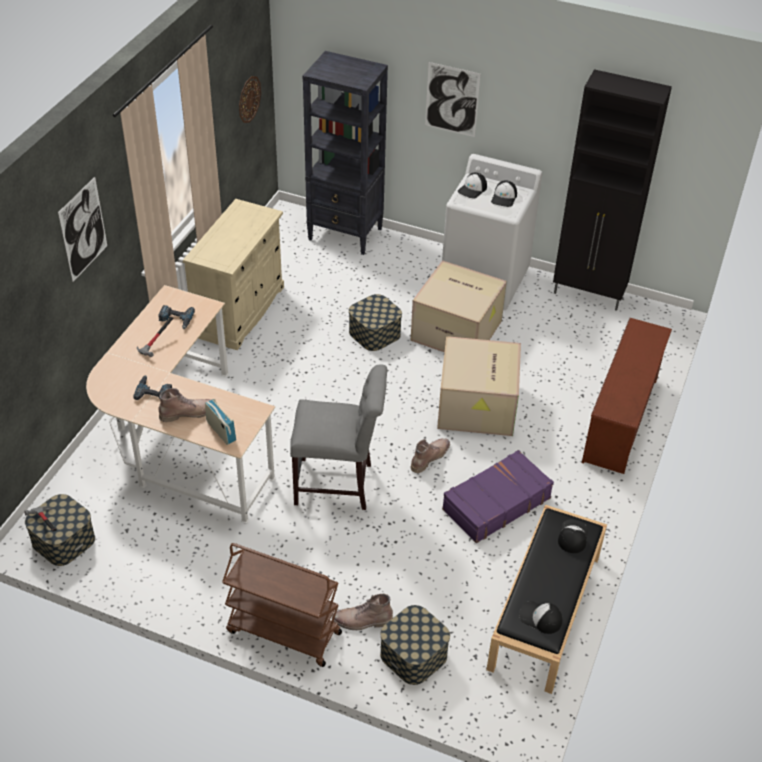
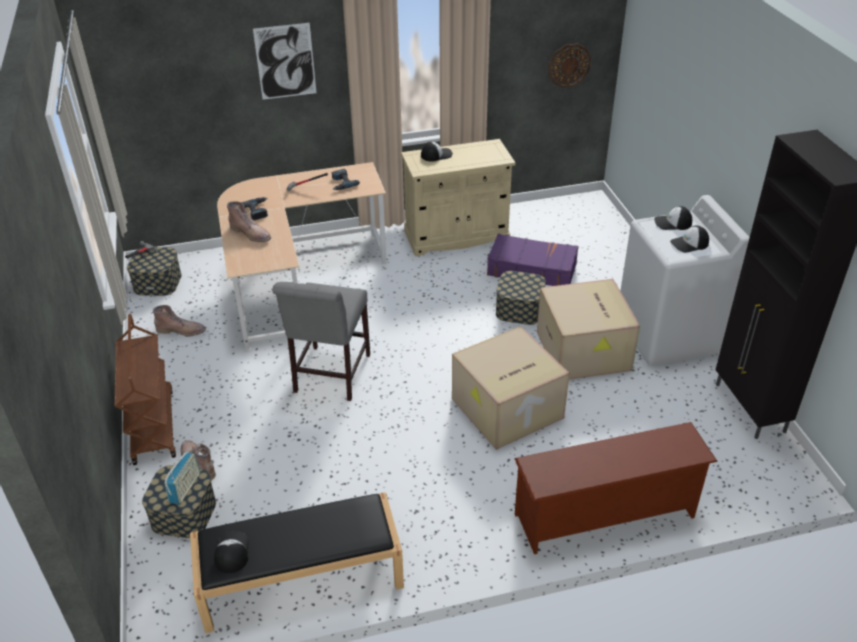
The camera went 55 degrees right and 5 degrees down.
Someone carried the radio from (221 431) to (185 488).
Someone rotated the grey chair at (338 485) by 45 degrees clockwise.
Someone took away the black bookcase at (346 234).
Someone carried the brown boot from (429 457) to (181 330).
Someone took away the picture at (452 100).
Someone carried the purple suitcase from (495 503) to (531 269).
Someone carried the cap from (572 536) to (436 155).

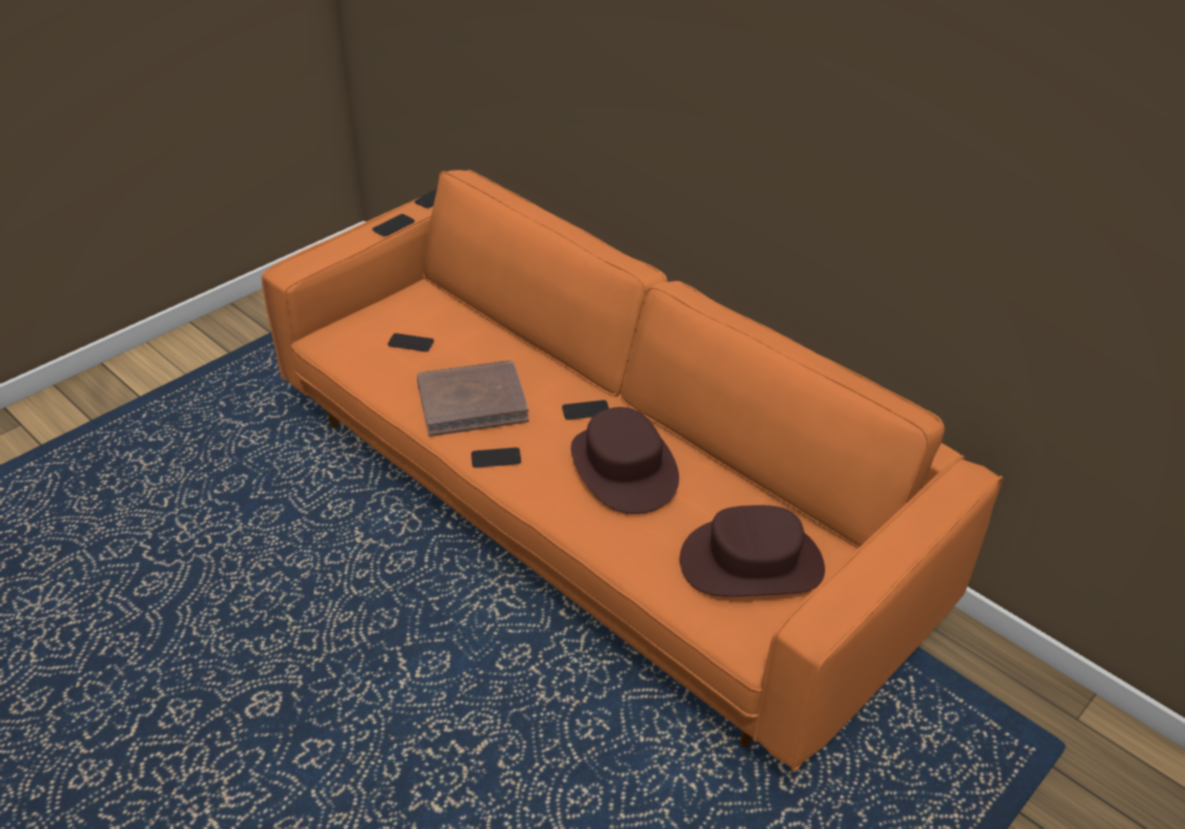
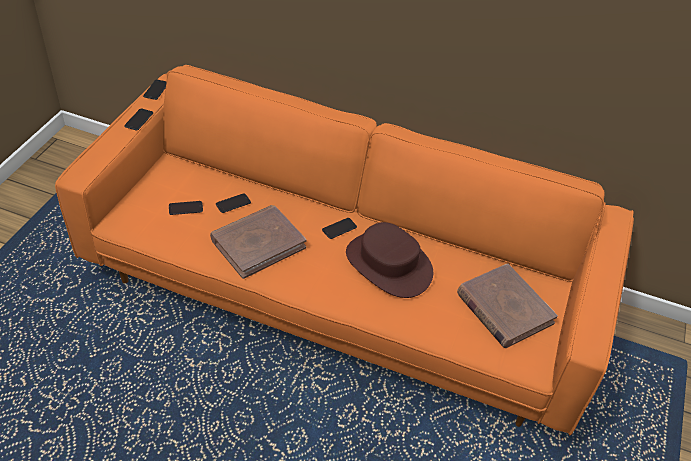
The camera went 25 degrees left and 5 degrees up.
Someone carried the phone from (496 458) to (233 203).
Someone swapped the brown hat at (751 563) for the brown book at (504 308).

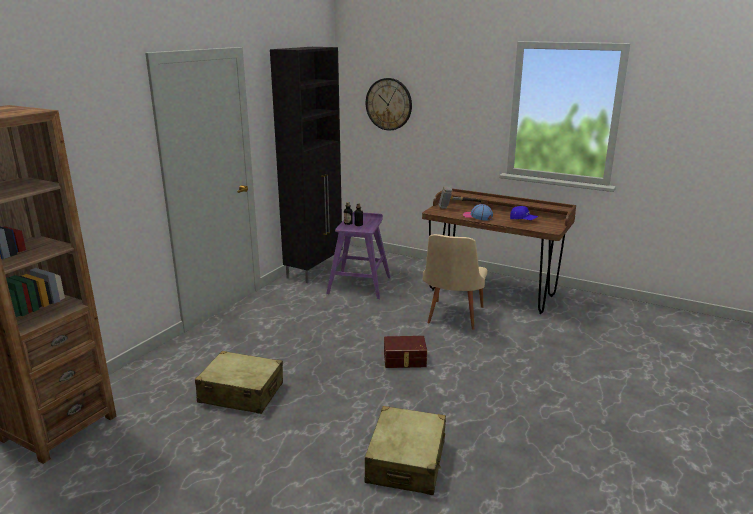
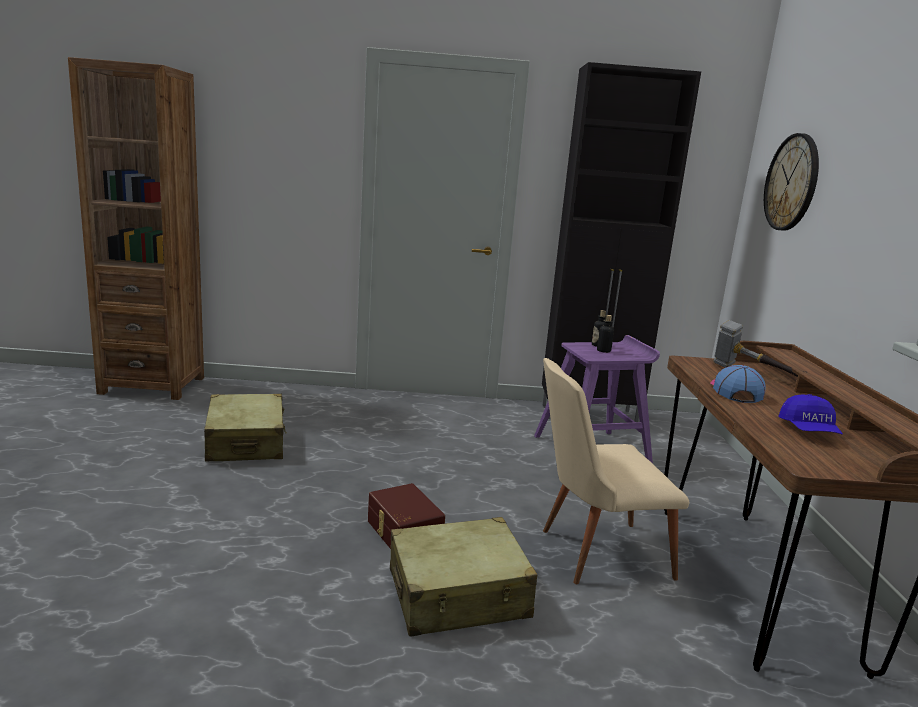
The camera went 60 degrees right and 5 degrees down.
Someone carried the beige suitcase from (406 461) to (458 594).

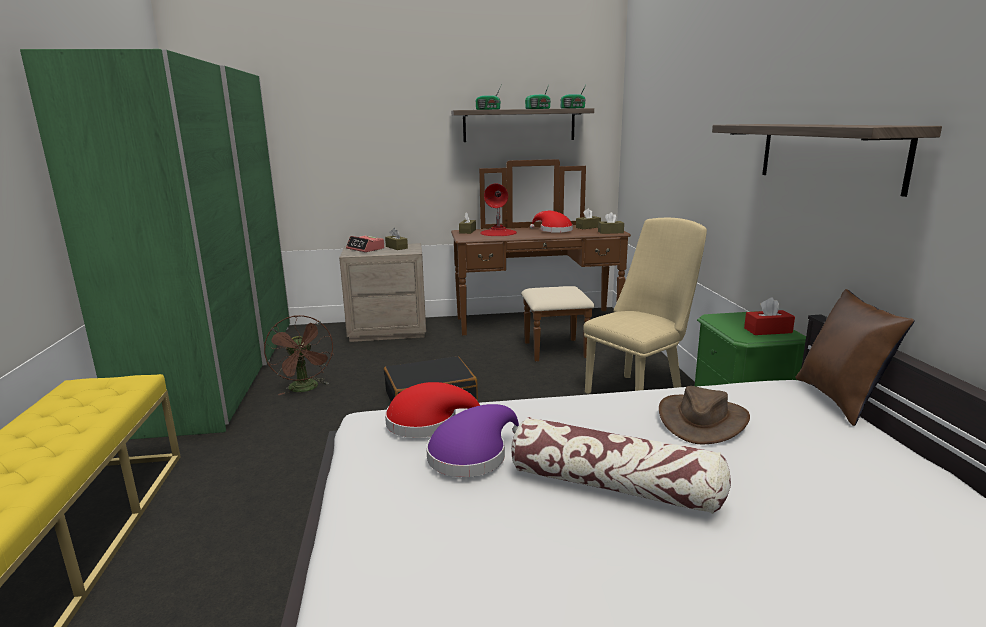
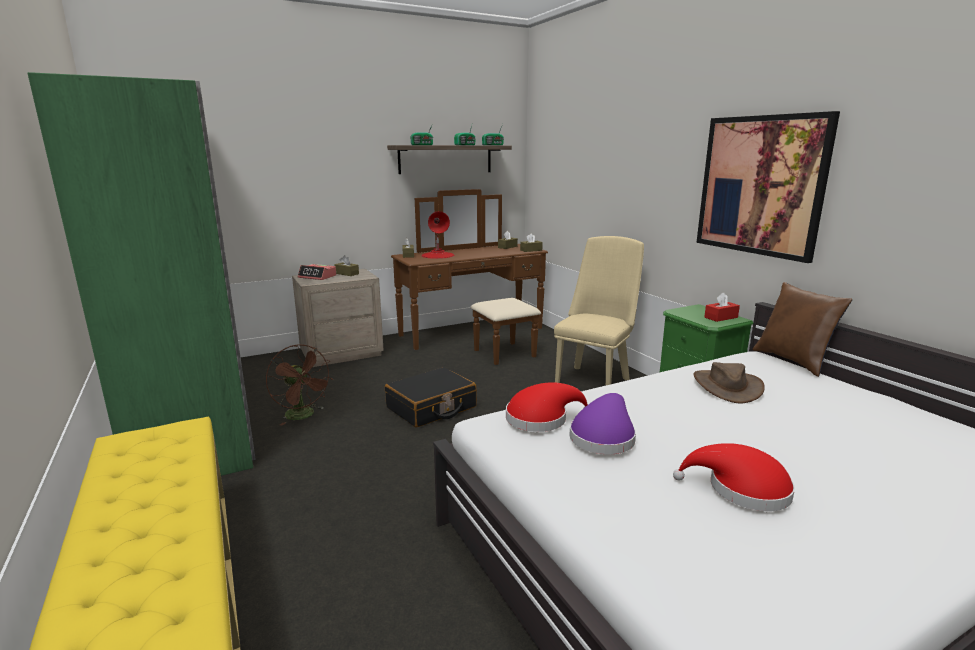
The camera went 20 degrees left and 0 degrees up.
Someone took away the pillow at (614 486).
Someone carried the red hat from (553 230) to (741 489).
Someone swapped the shelf at (827 154) for the picture at (760 185).

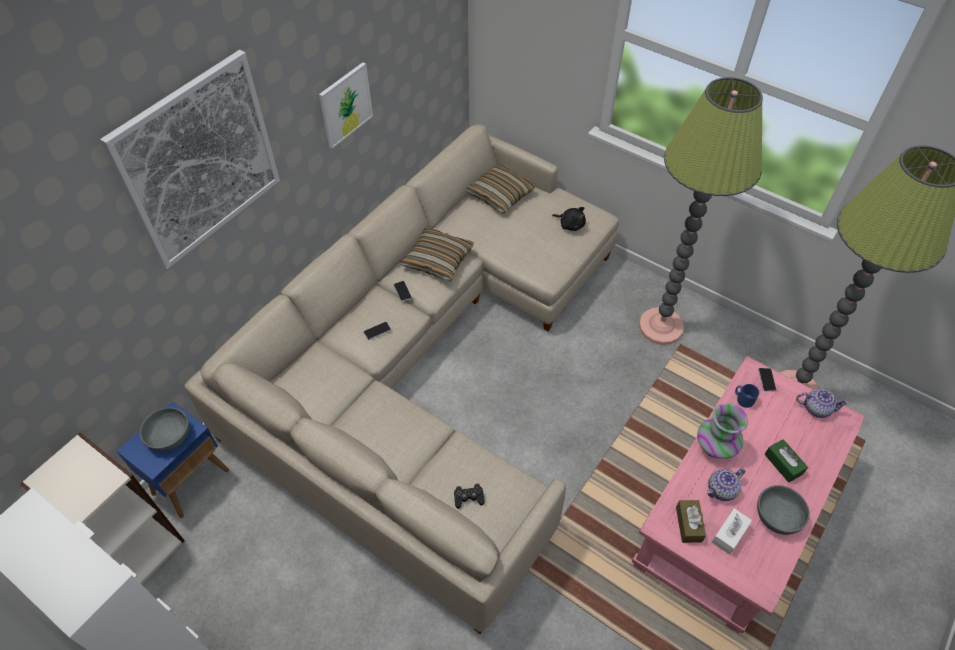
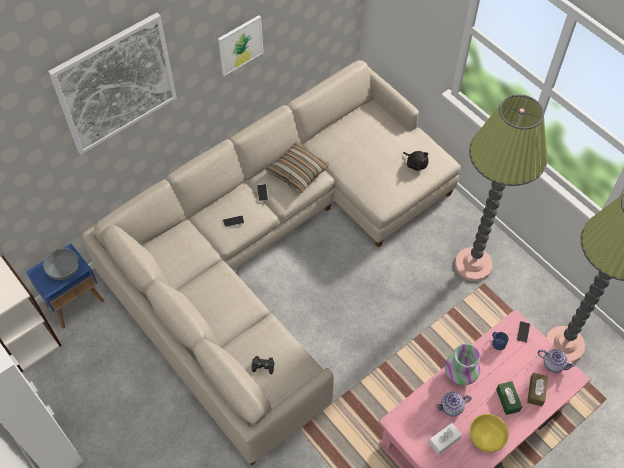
The camera went 15 degrees right and 5 degrees up.
Someone took away the pillow at (500 194).
Someone carried the brown tissue box from (688 524) to (536 391).
Someone repainted the grey bowl at (777 516), which became the yellow bowl at (486 437).

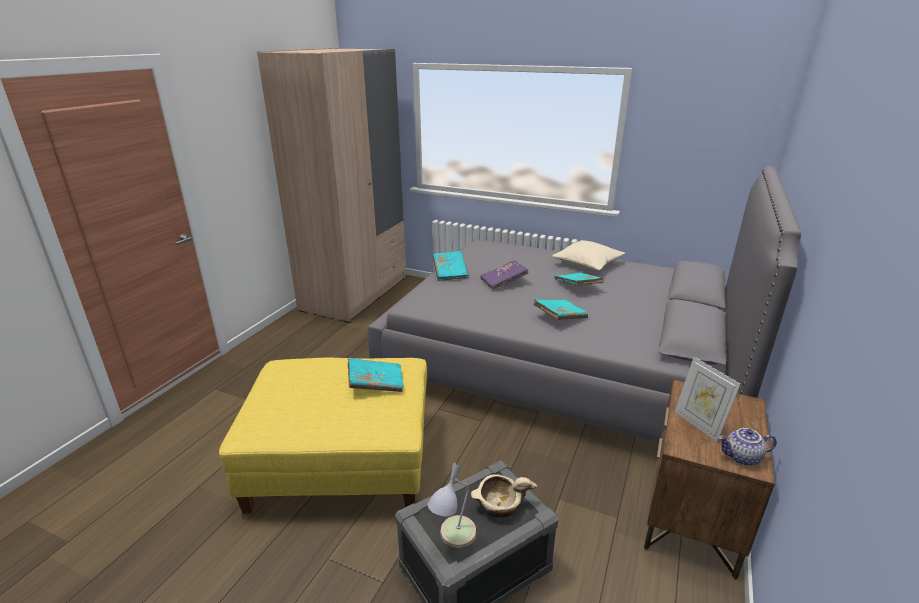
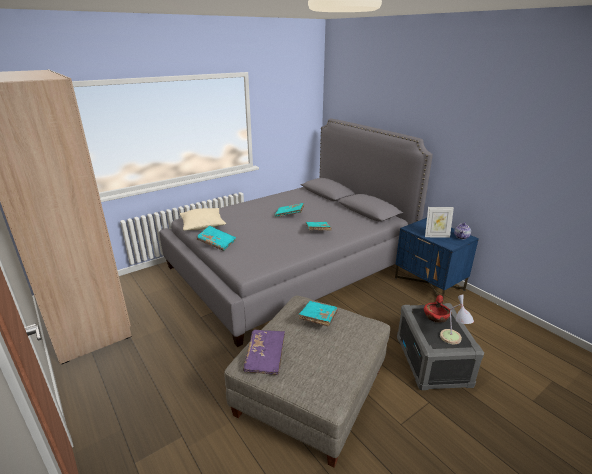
The camera went 60 degrees left and 0 degrees up.
Someone repainted the yellow ottoman at (343 459), which became the grey ottoman at (311 391).
Someone repainted the beige bowl at (499 505), which became the red bowl at (436 317).
Someone carried the purple book from (503 281) to (265 358).
Someone carried the beige pillow from (587 264) to (203 225).
Someone repainted the brown nightstand at (691 518), which became the blue nightstand at (429 284).

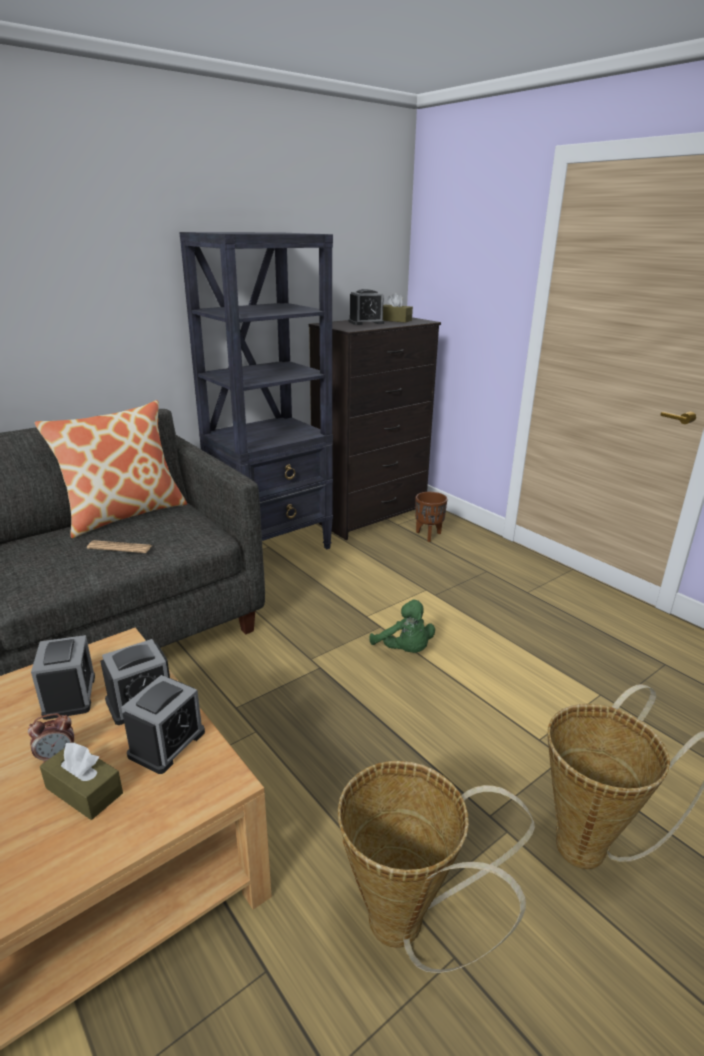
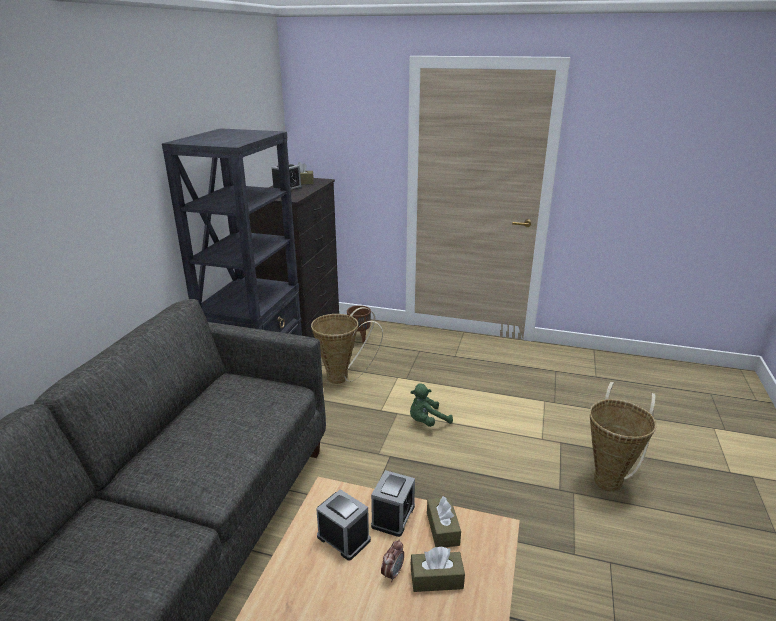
The camera went 35 degrees left and 0 degrees up.
Someone took away the pillow at (124 514).
Someone took away the newspaper at (120 547).
Someone swapped the alarm clock at (167 743) for the brown tissue box at (442 529).
Someone carried the basket from (409 928) to (343 378).
Someone rotated the green plush toy at (405 650) by 135 degrees clockwise.

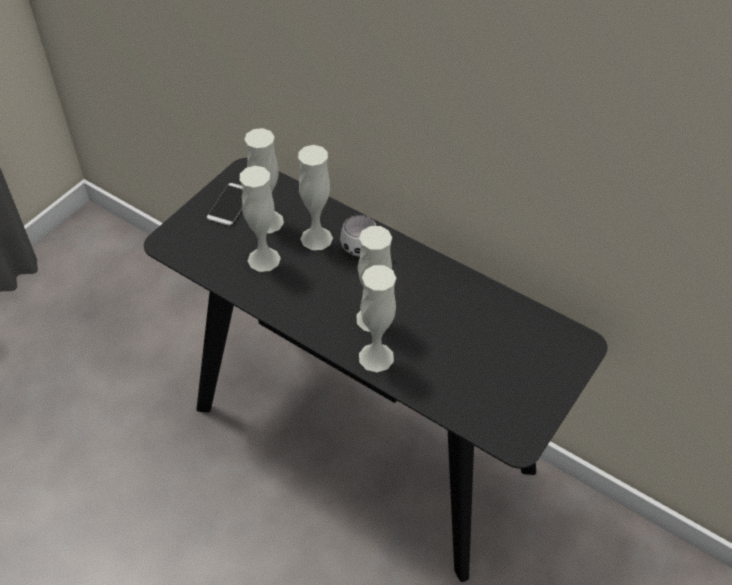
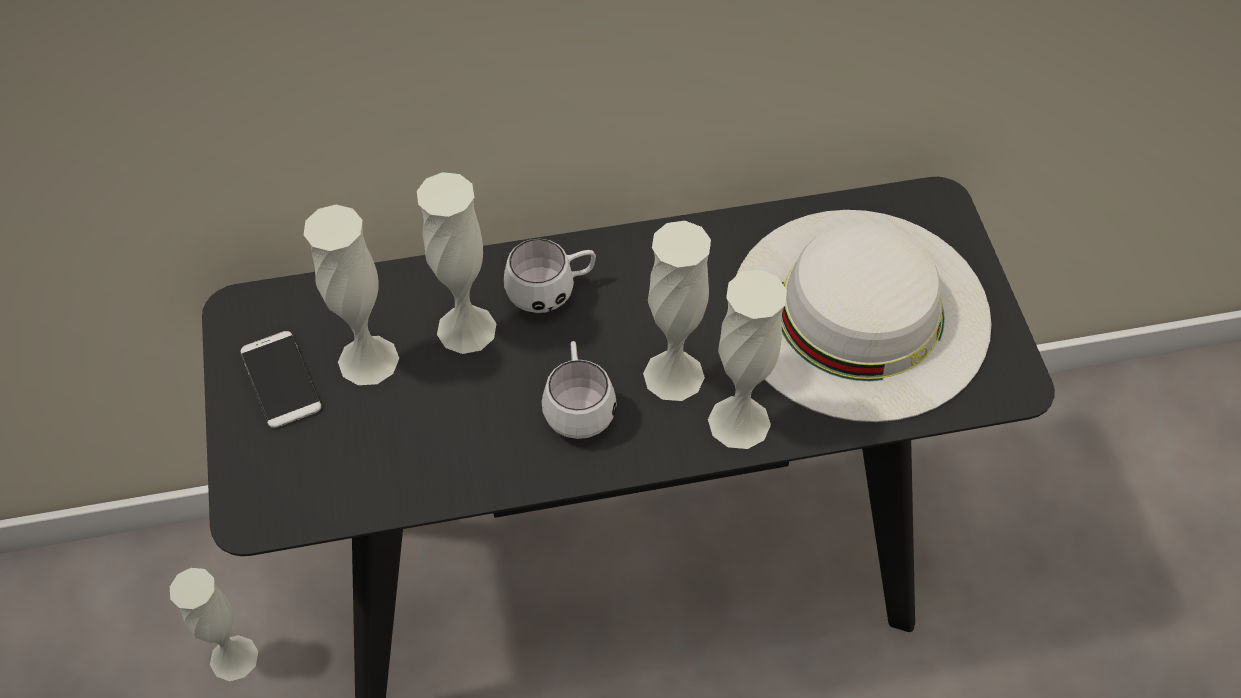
The camera went 45 degrees left and 5 degrees up.
Someone carried the white vase from (264 259) to (234 658).
Someone put down the white mug at (578 406).
Someone put down the white hat at (860 312).

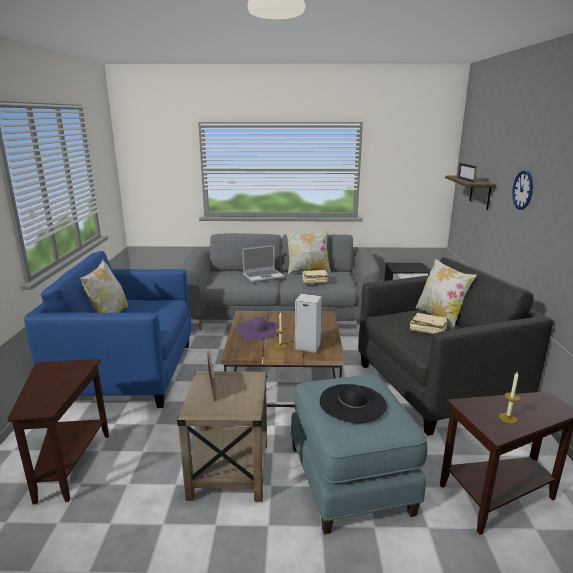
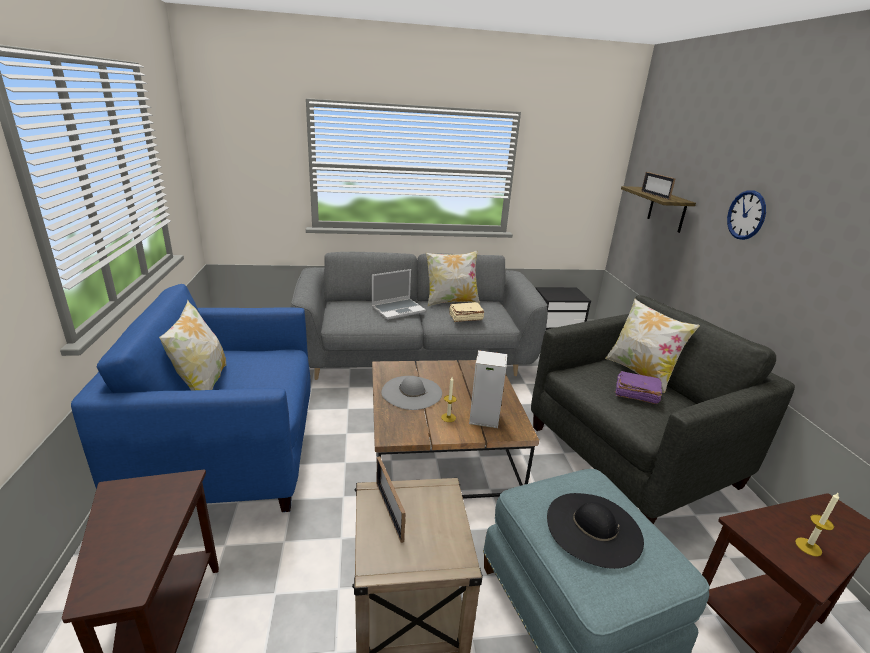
The camera went 10 degrees left and 5 degrees up.
Someone repainted the purple hat at (258 329), which became the grey hat at (411 392).
Someone repainted the beige book at (427 330), which became the purple book at (635 394).

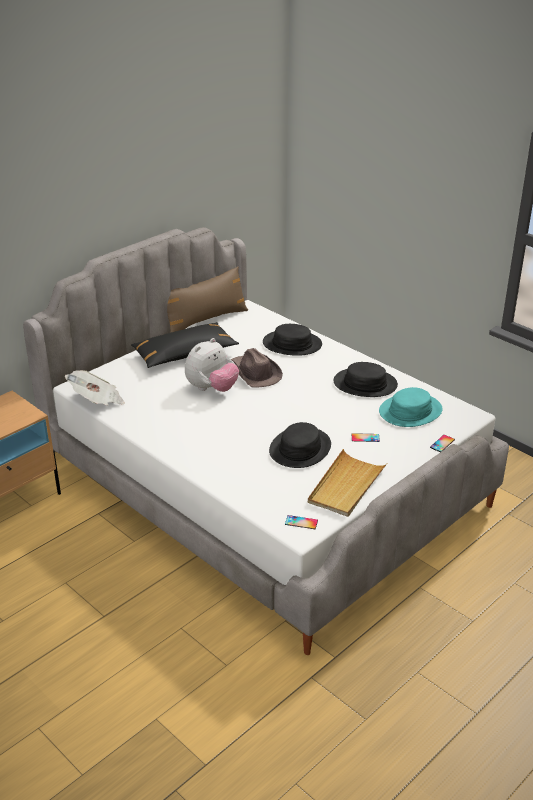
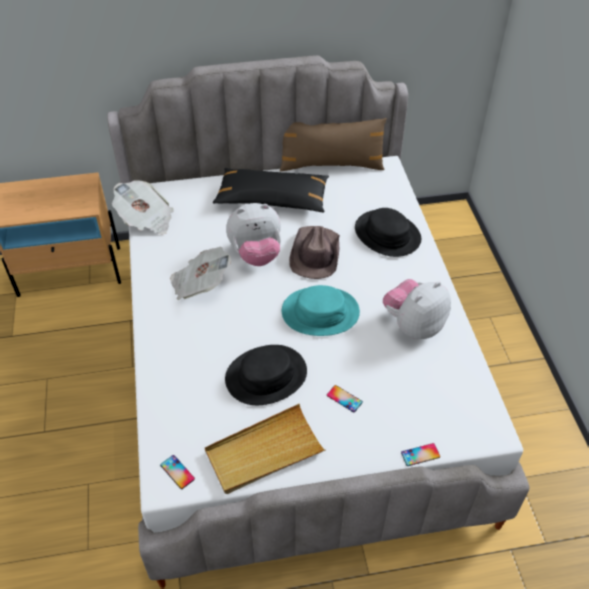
The camera went 35 degrees right and 15 degrees up.
Someone swapped the black hat at (365 384) for the plush toy at (413 325).
Someone carried the turquoise hat from (410 411) to (320 312).
Someone put down the newspaper at (200 284).

